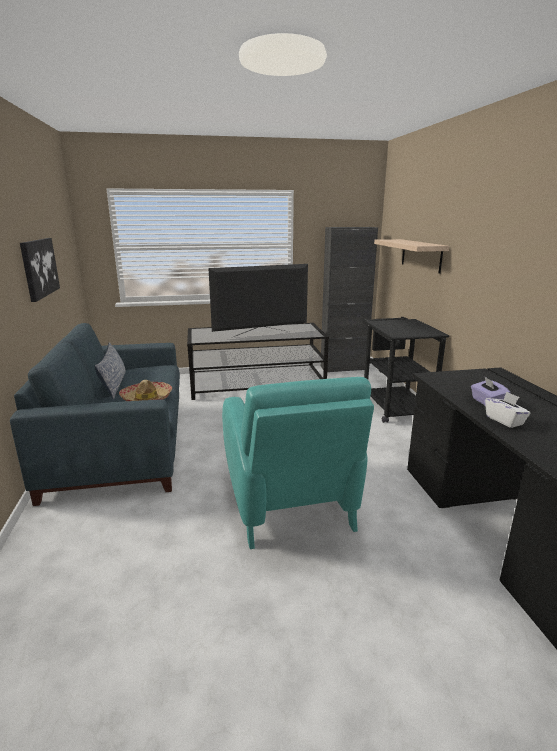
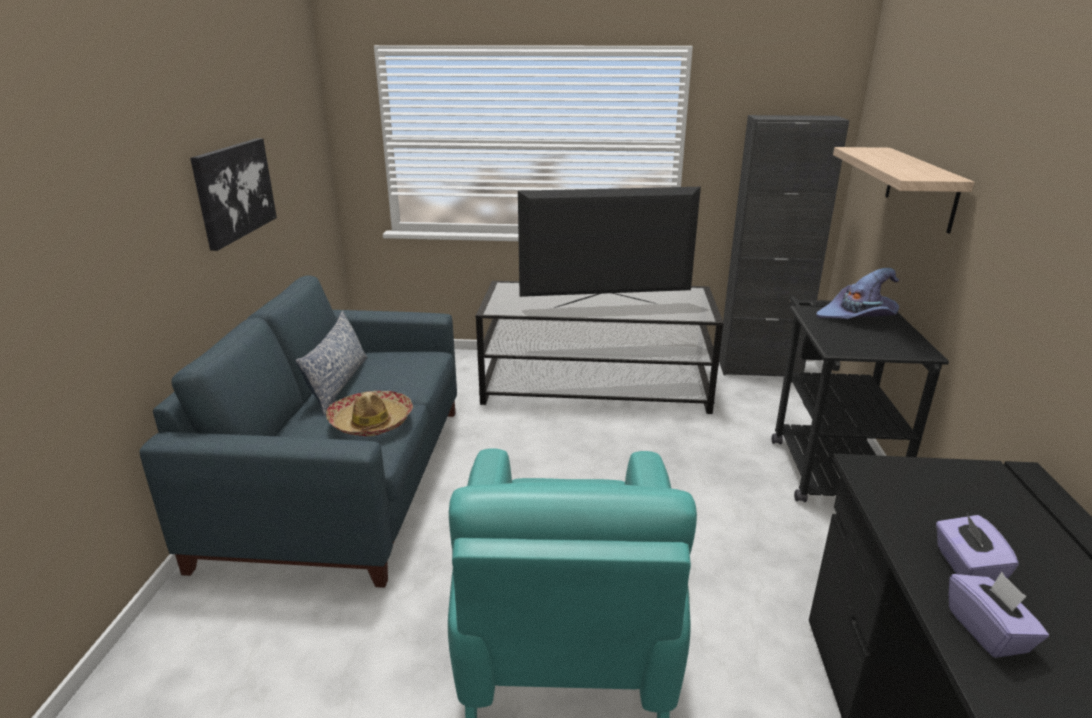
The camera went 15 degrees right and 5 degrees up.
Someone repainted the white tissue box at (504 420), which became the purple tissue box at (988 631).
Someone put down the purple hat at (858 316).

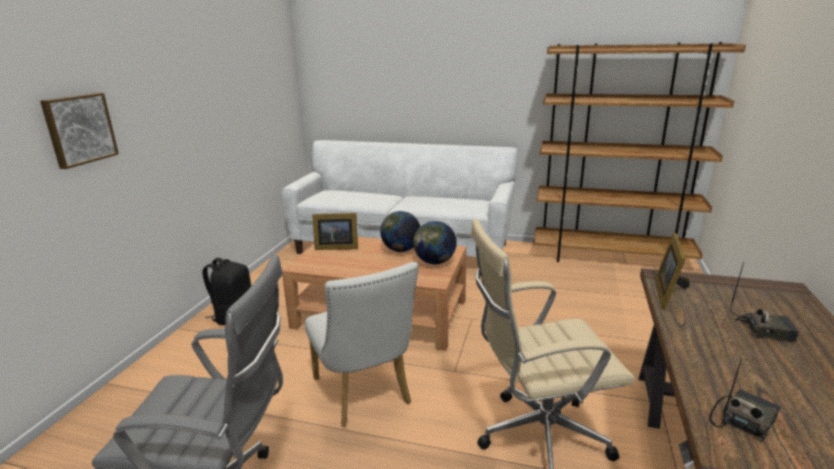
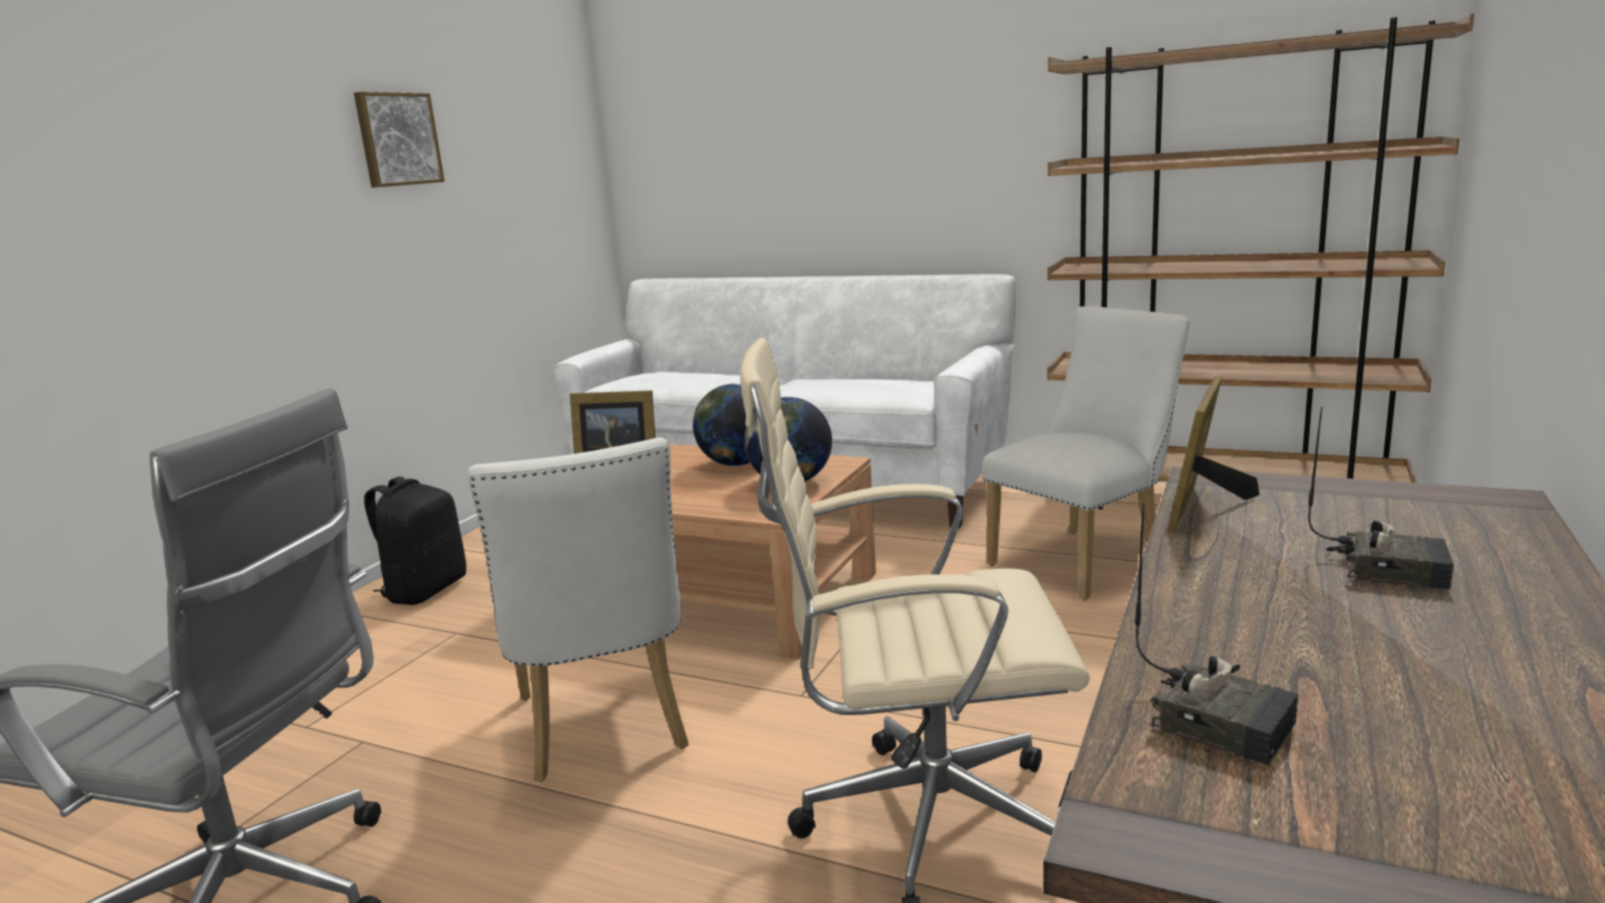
The camera went 10 degrees right and 5 degrees down.
Someone carried the picture from (79 129) to (397 139).
Someone rotated the radio at (742 420) by 75 degrees clockwise.
Someone put down the white chair at (1085 559).

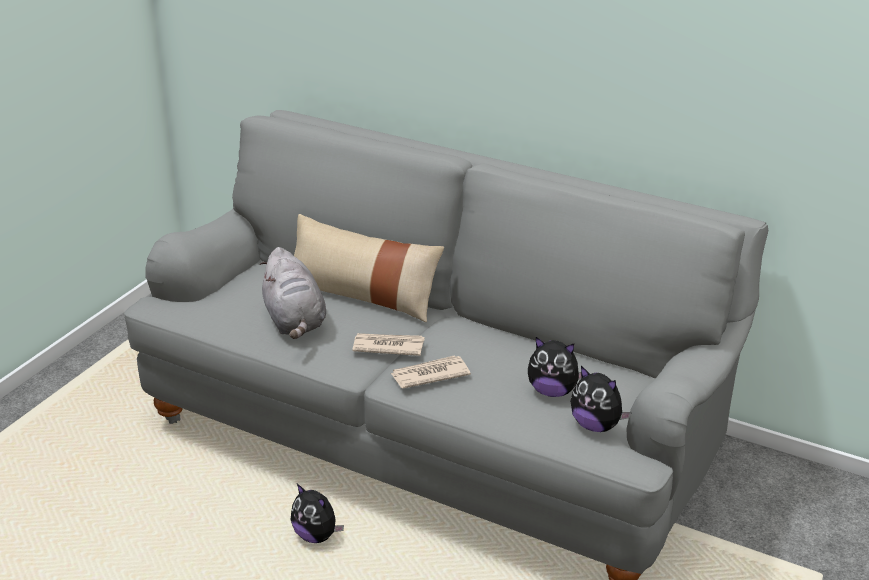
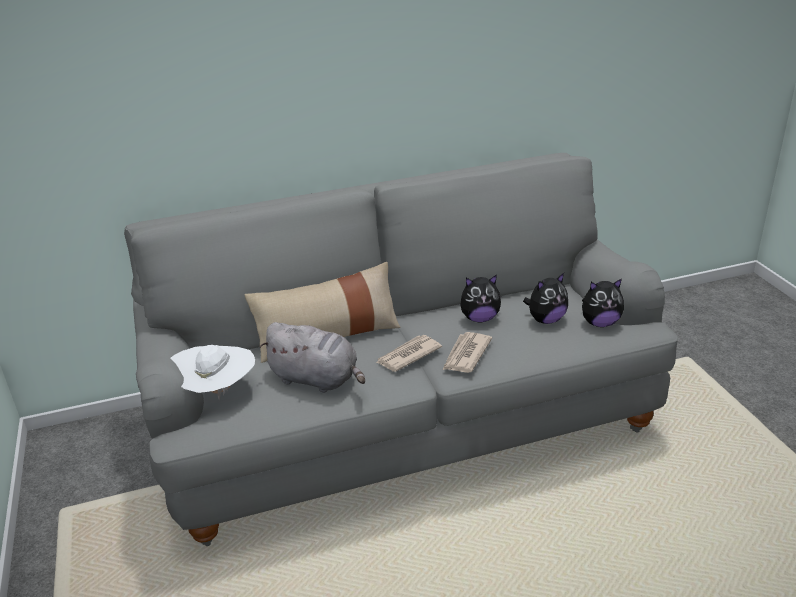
The camera went 45 degrees left and 0 degrees up.
Someone carried the plush toy from (316 535) to (479 318).
Someone put down the white hat at (217 392).

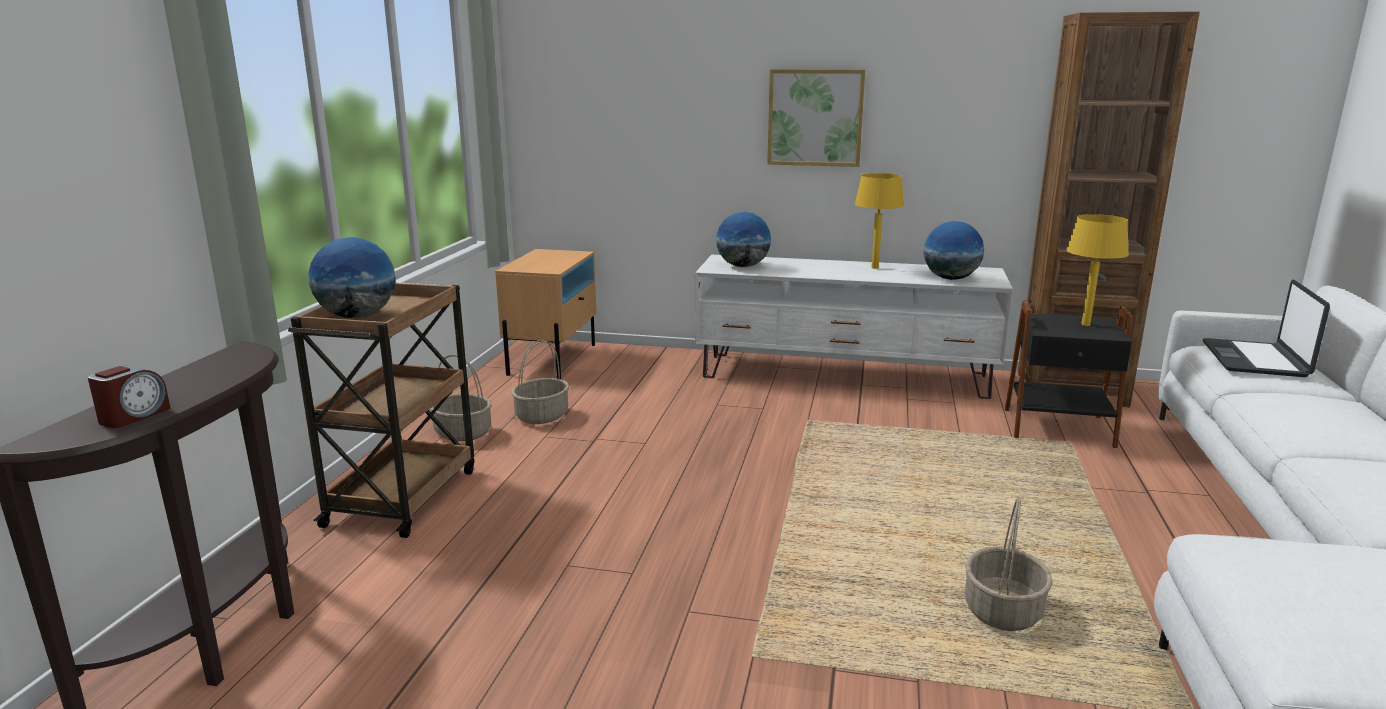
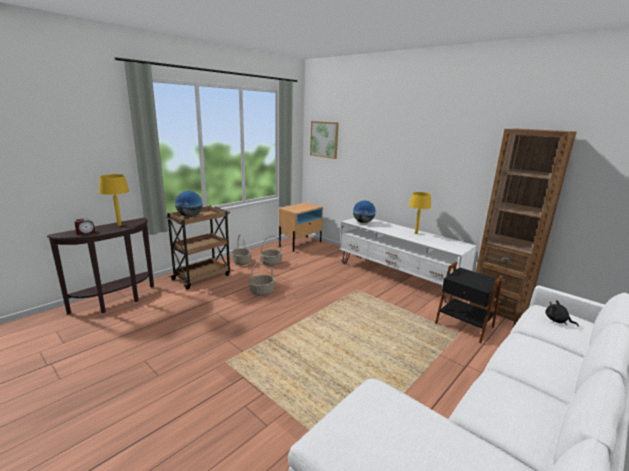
The camera went 30 degrees right and 0 degrees up.
Someone carried the picture from (815 117) to (324 139).
Someone took away the globe at (950 278).
Someone carried the basket from (1002 610) to (262 291).
Someone carried the yellow table lamp from (1085 324) to (119 225).
Someone swapped the laptop at (1256 360) for the black plush toy at (557 321).

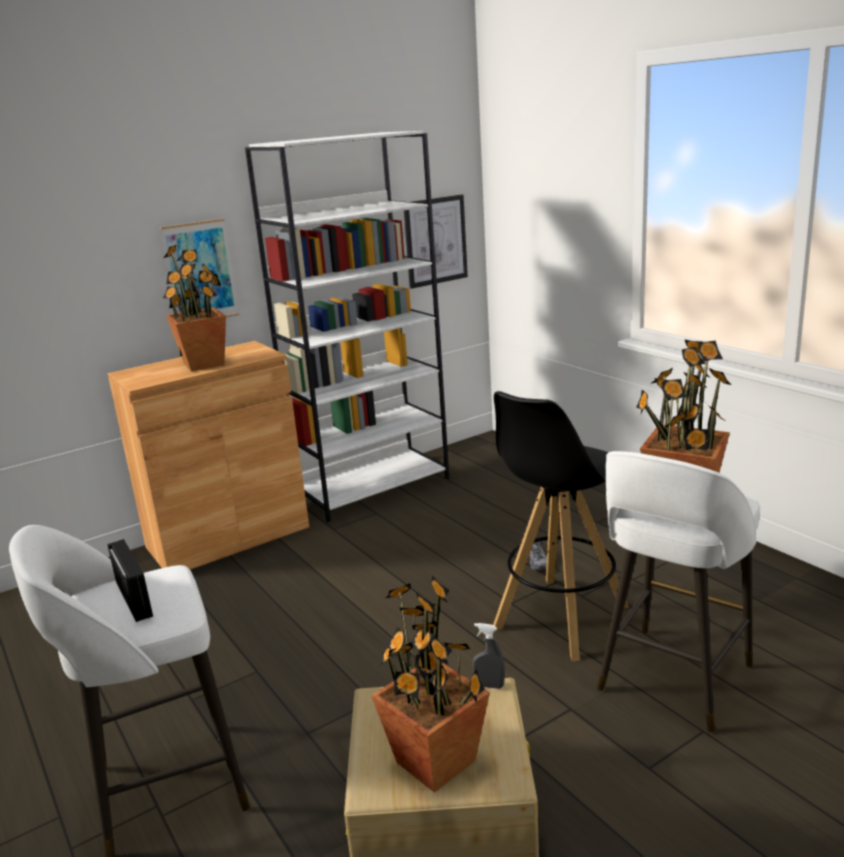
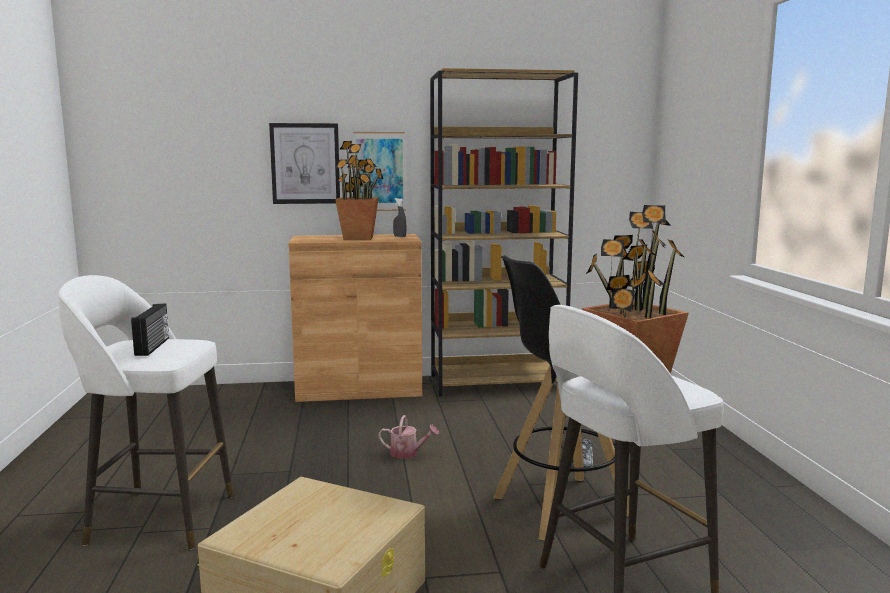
The camera went 25 degrees right and 10 degrees down.
Someone repainted the white bookcase at (373 487), which became the brown bookcase at (497 383).
Someone took away the potted plant at (435 763).
Someone carried the picture from (435 241) to (305 163).
Someone carried the grey spray bottle from (489 685) to (399 236).
Someone put down the watering can at (408 453).

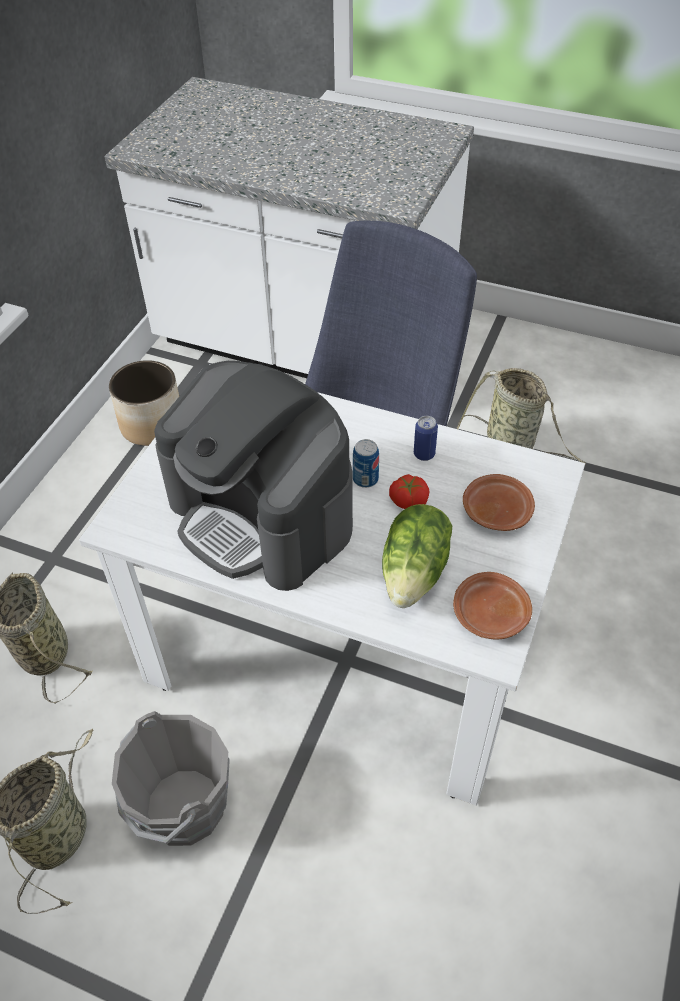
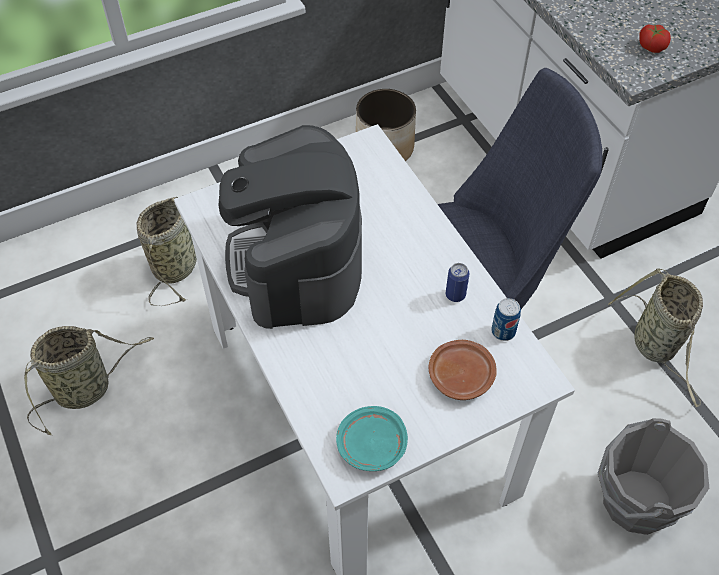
The camera went 40 degrees right and 5 degrees up.
Someone carried the grey bucket from (181 807) to (635 500).
Someone carried the can from (365 479) to (503 331).
Someone took away the lettuce at (415 572).
Someone carried the tomato from (408 500) to (652 46).
Someone repainted the brown plate at (490 615), which became the turquoise plate at (371 445).

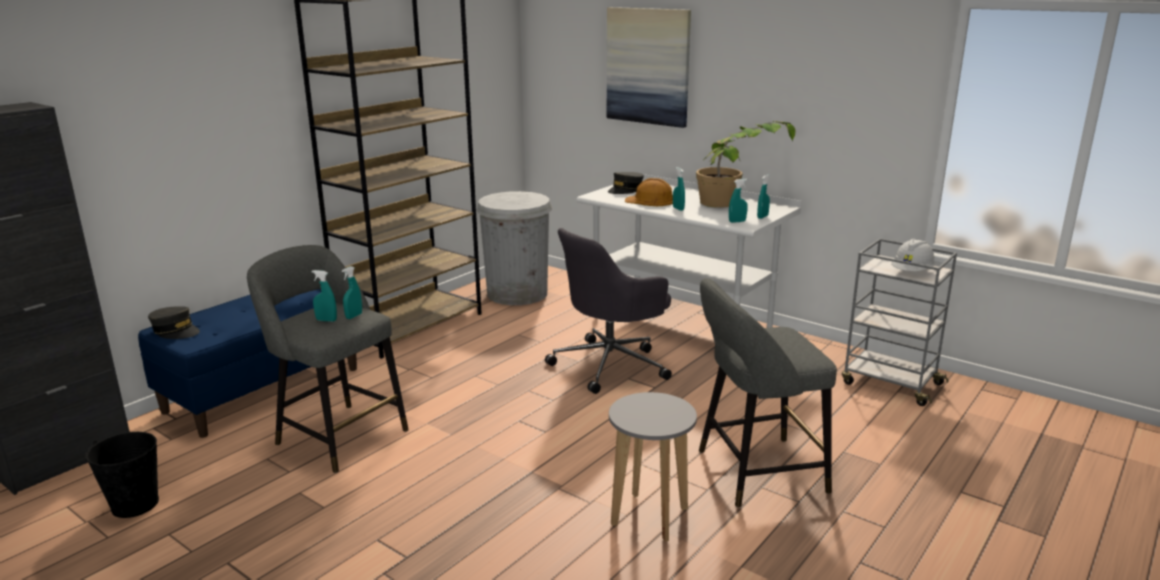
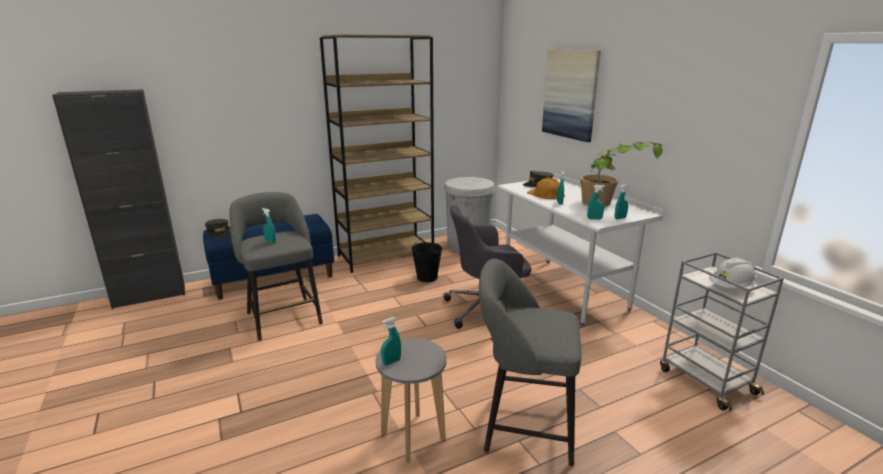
The camera went 25 degrees right and 0 degrees up.
Someone carried the black bucket from (135 504) to (427 277).
Someone carried the turquoise spray bottle from (354 316) to (391 362).

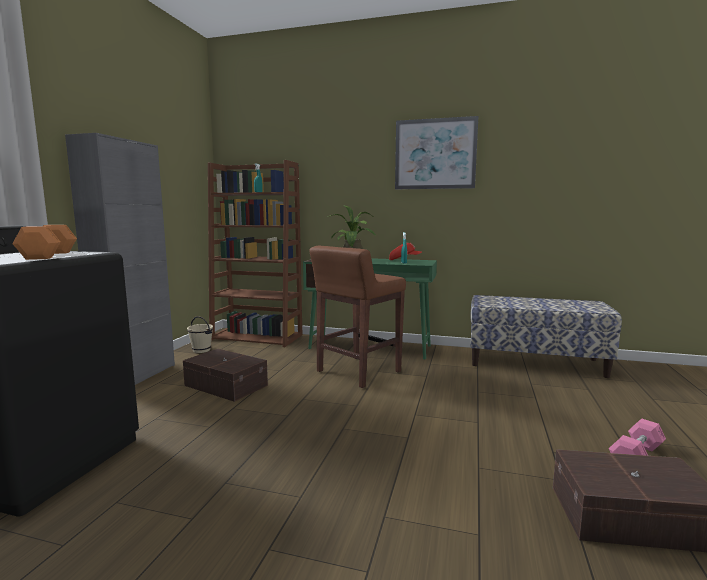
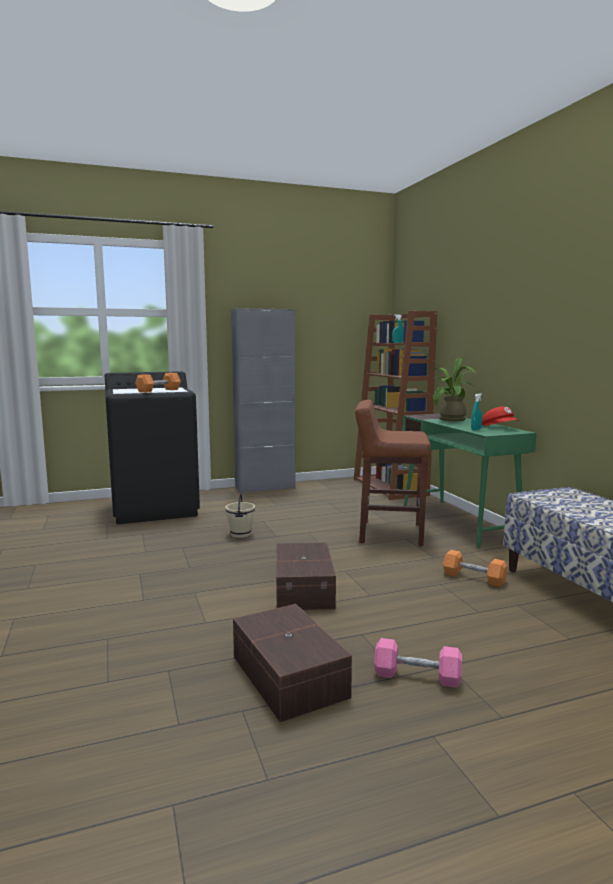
The camera went 55 degrees right and 0 degrees up.
Someone carried the brown storage box from (226 385) to (305 589).
Someone carried the beige bucket from (201 350) to (240 534).
Someone took away the picture at (435 154).
Someone put down the orange dumbbell at (473 578).

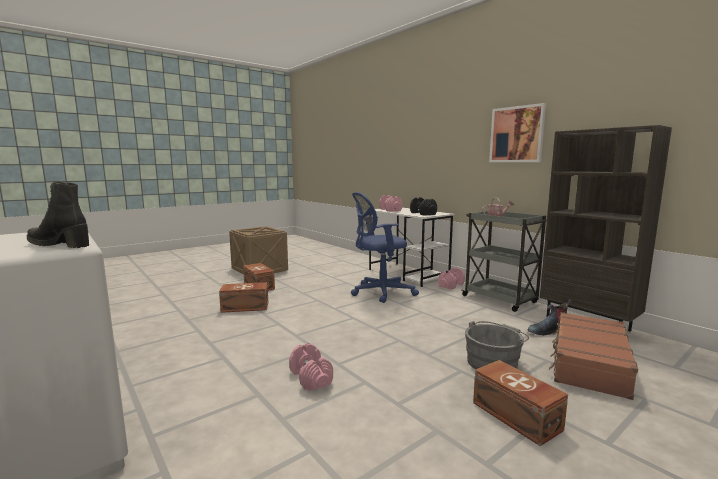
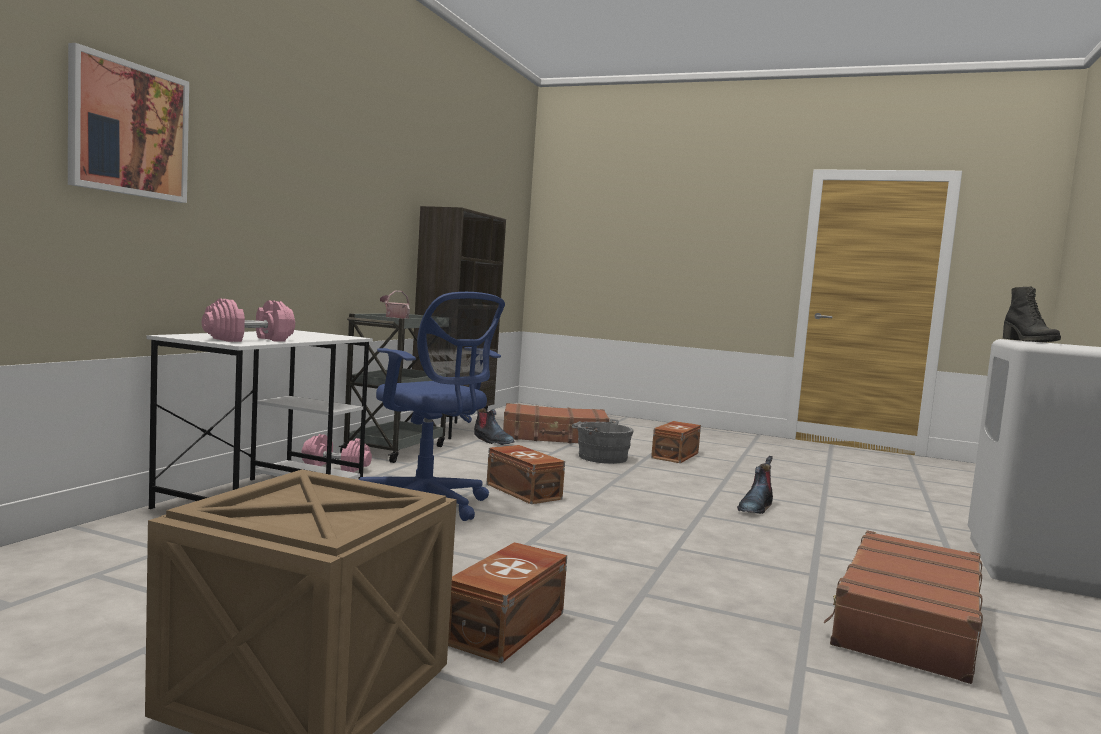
The camera went 120 degrees left and 5 degrees down.
Someone carried the brown storage box from (245 307) to (523 491).
Someone swapped the pink dumbbell at (310 377) for the boot at (755 507).
Someone took away the black dumbbell at (422 213).
Someone carried the picture from (516 134) to (129 129).
Someone put down the brown suitcase at (905 623).

